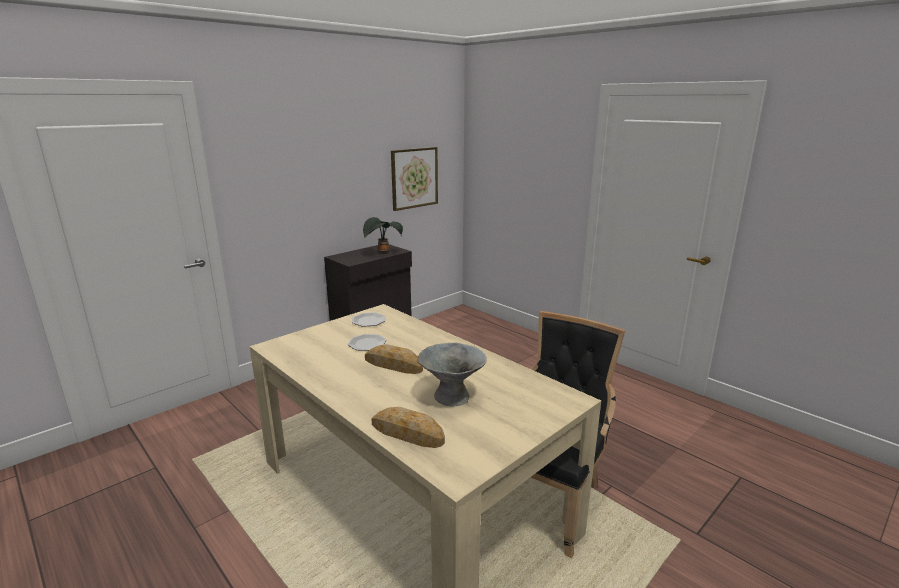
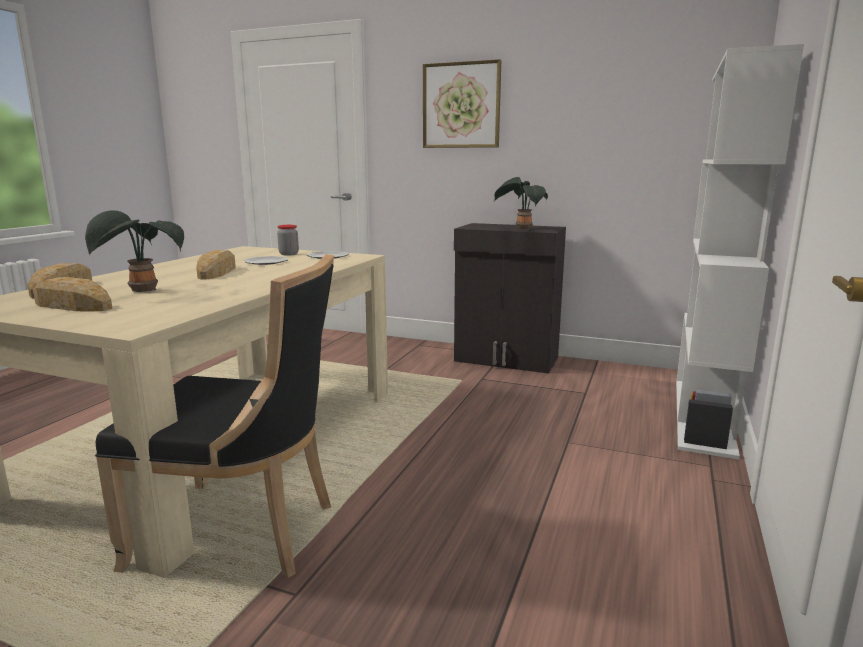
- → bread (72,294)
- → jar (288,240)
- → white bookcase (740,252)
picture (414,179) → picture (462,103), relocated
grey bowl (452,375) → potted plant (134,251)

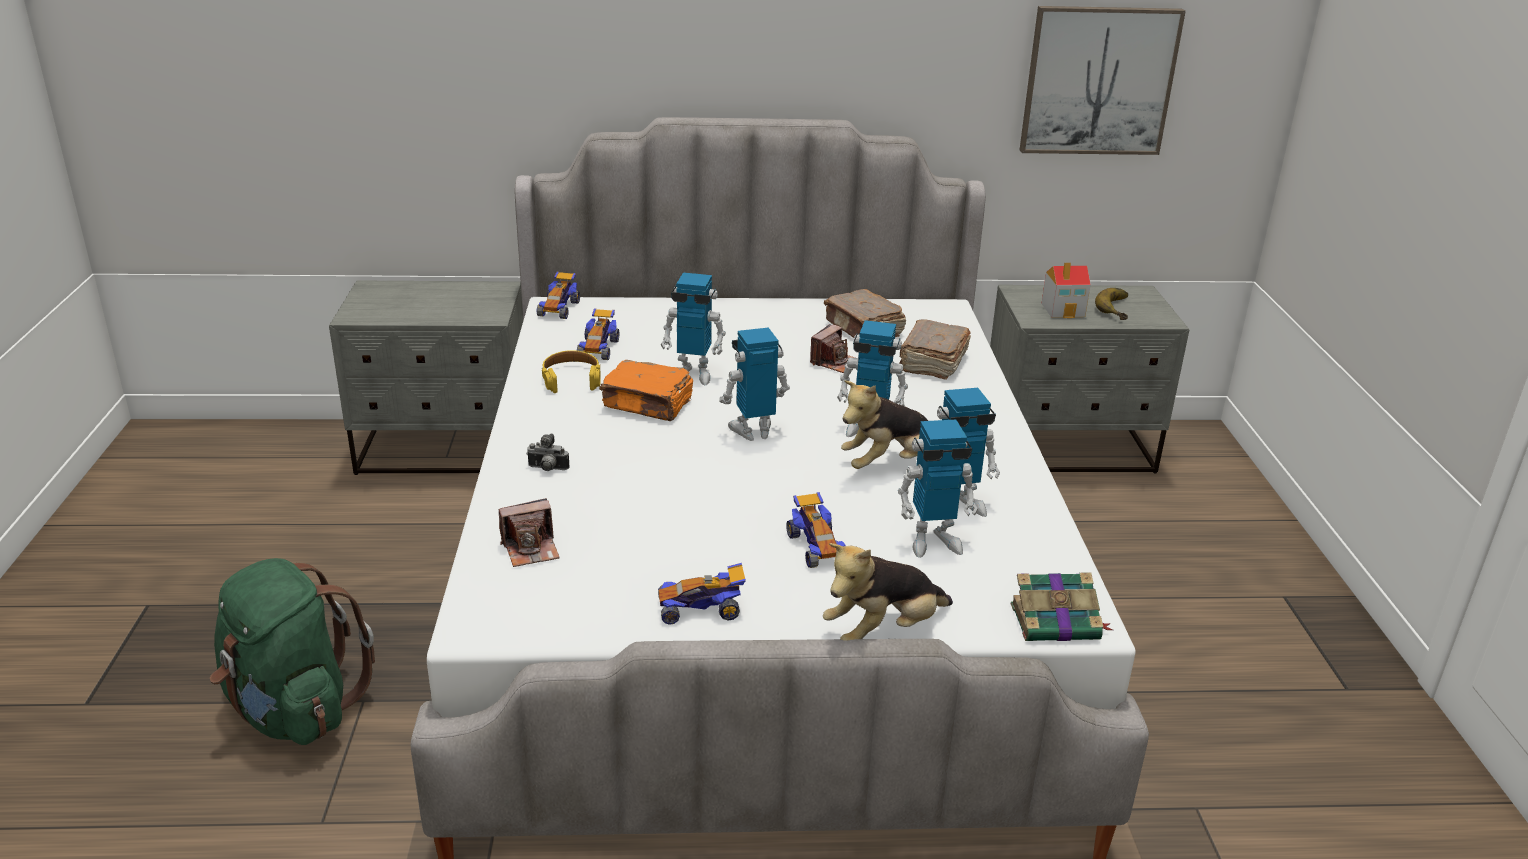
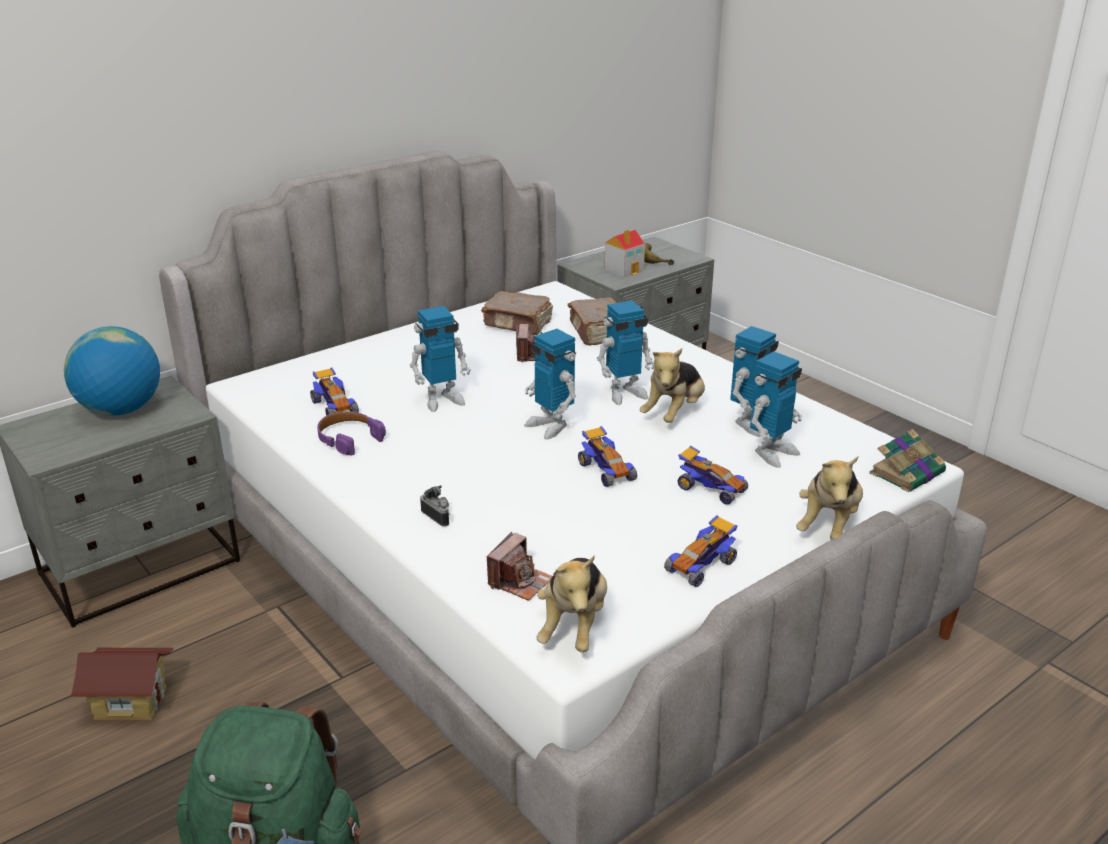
orange book (646,390) → -
picture (1103,80) → -
- → globe (112,371)
- → toy house (121,684)
- → plush toy (572,603)
toy car (558,295) → toy car (607,456), relocated
yellow headphones (571,371) → purple headphones (351,433)
photo camera (548,452) → photo camera (434,506), 105 degrees counterclockwise
toy robot (754,384) → toy robot (550,384), 75 degrees counterclockwise

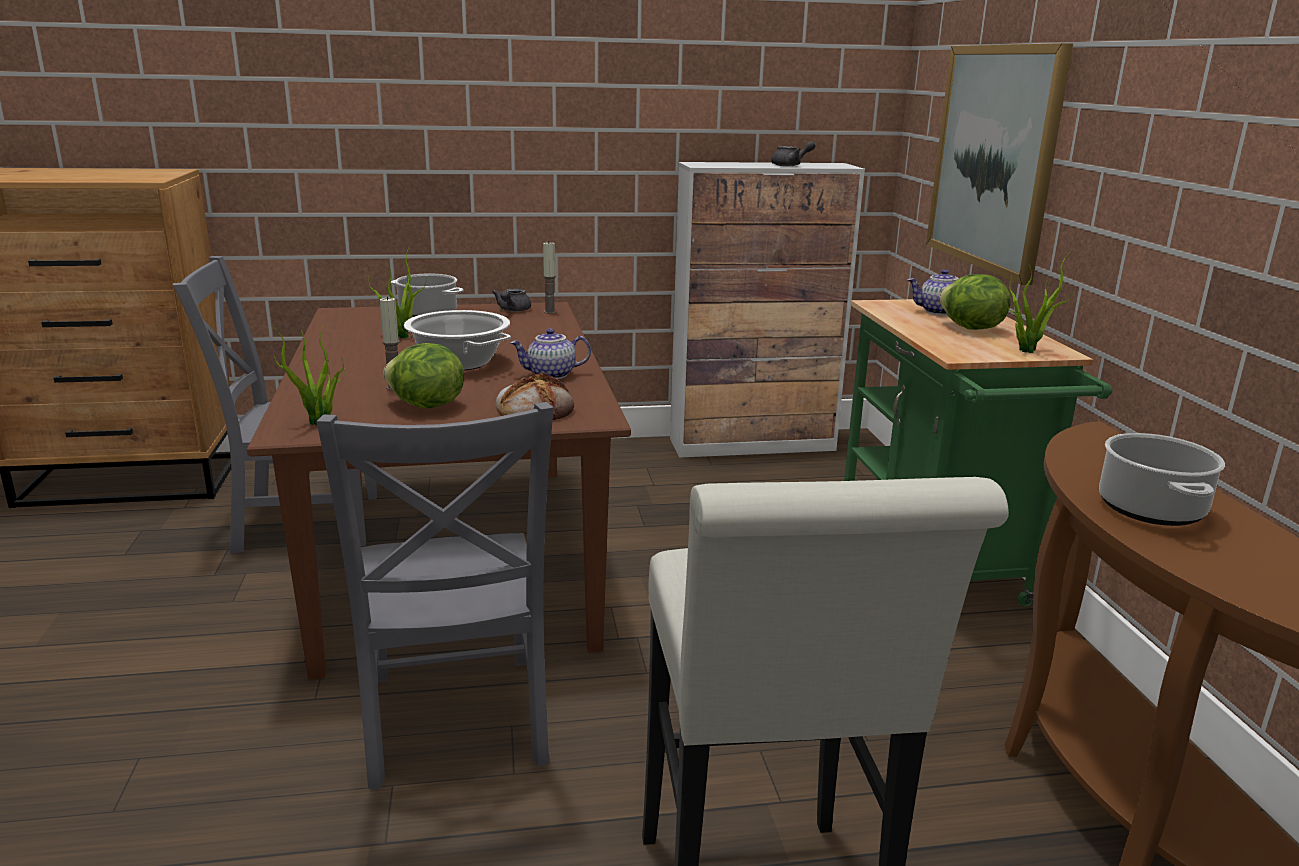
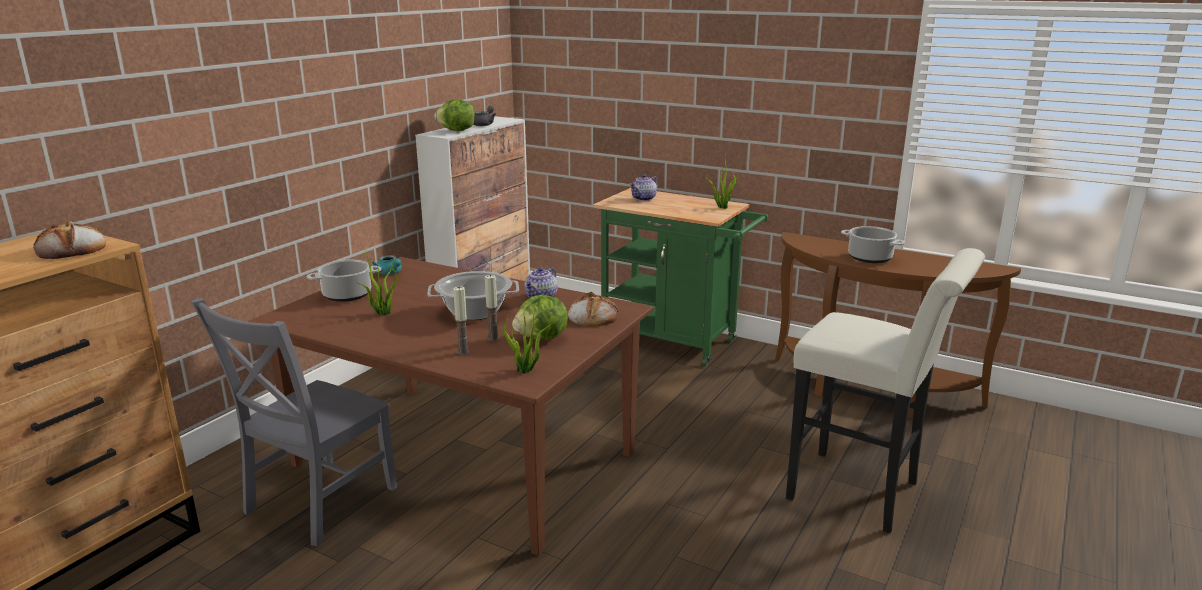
grey chair (435,596) → -
picture (999,164) → -
- → bread (69,240)
candle (549,278) → candle (461,320), relocated
lettuce (975,302) → lettuce (454,115), relocated
grey teapot (511,300) → turquoise teapot (387,264)

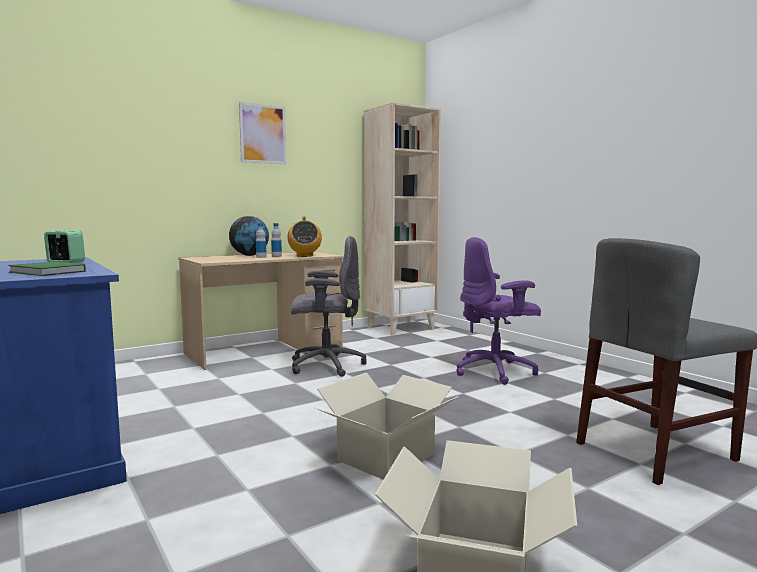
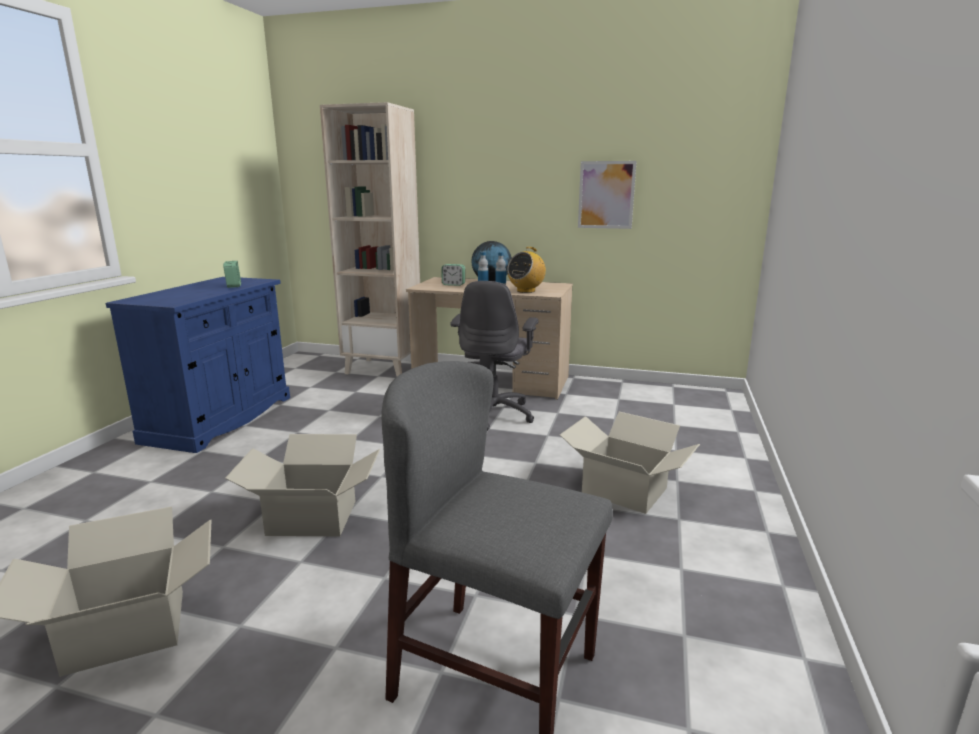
green book (47,269) → -
- → alarm clock (453,275)
picture (262,133) → picture (607,195), relocated
beige bookcase (402,219) → beige bookcase (370,239), relocated
purple office chair (498,311) → cardboard box (630,463)
grey office chair (329,306) → grey office chair (494,356), 60 degrees clockwise

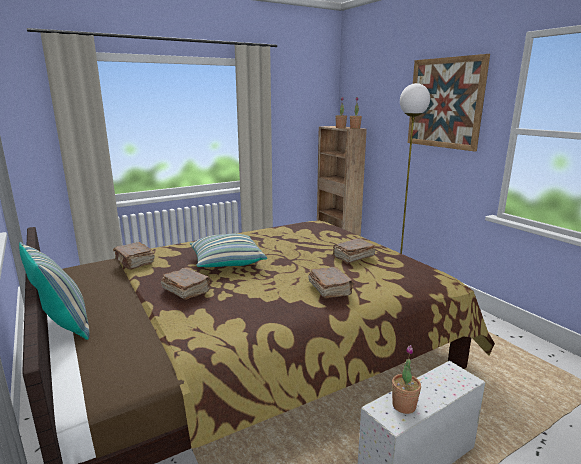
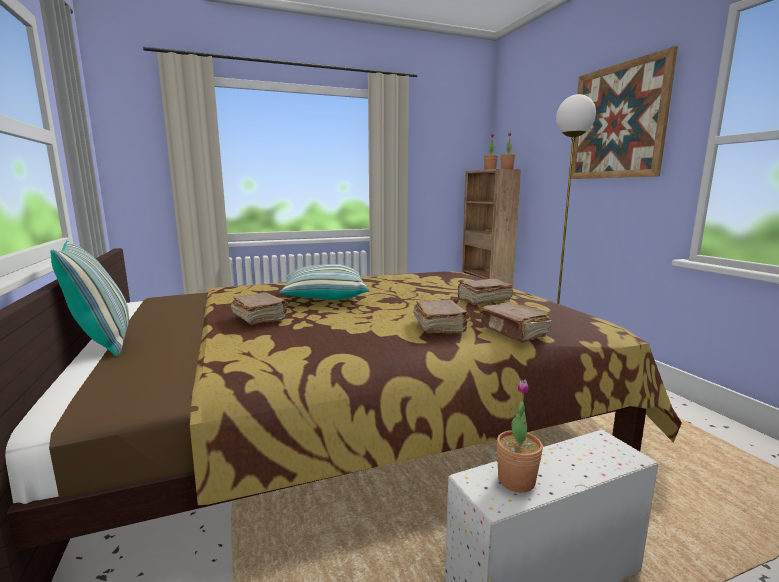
brown book (134,256) → brown book (515,322), relocated

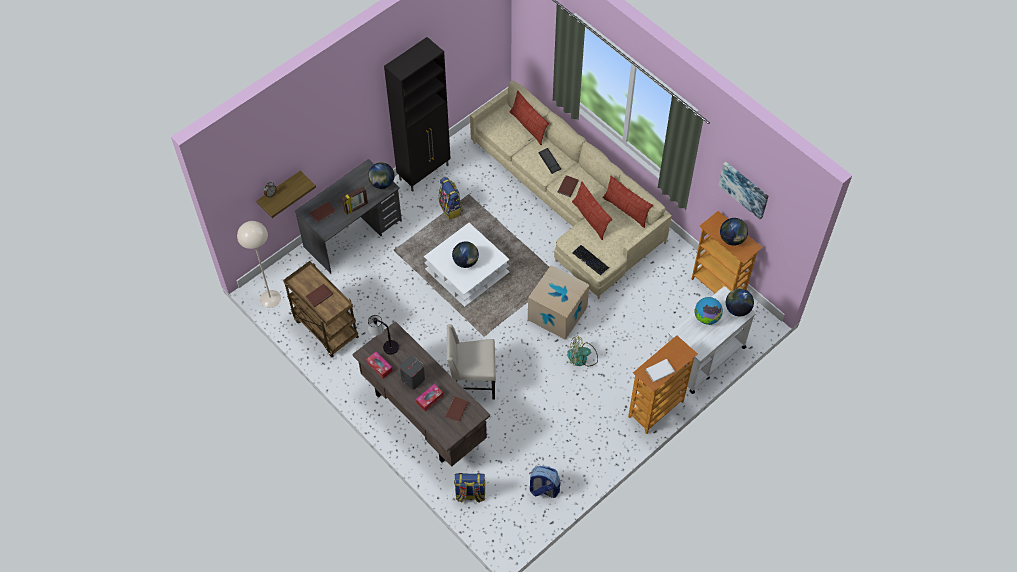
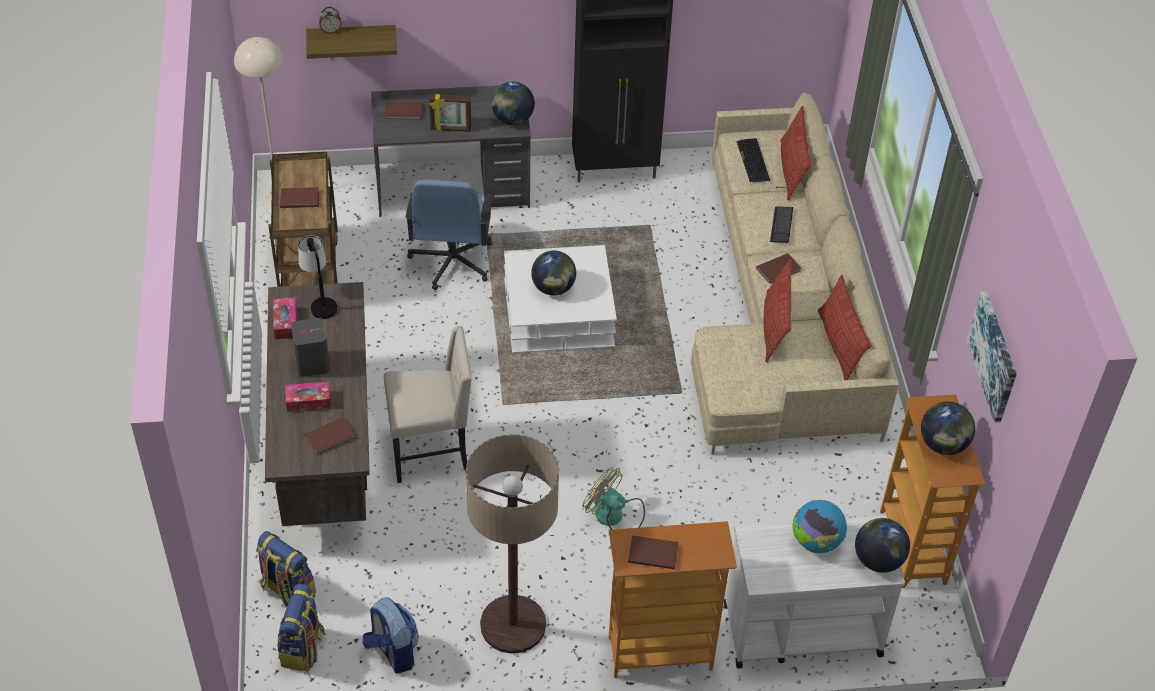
cardboard box (558,302) → -
- → blue office chair (449,234)
- → floor lamp (512,544)
backpack (451,198) → backpack (302,627), relocated
keyboard (591,260) → keyboard (753,160), relocated
white book (660,370) → brown book (653,552)
beige chair (471,361) → beige chair (428,404), 135 degrees clockwise

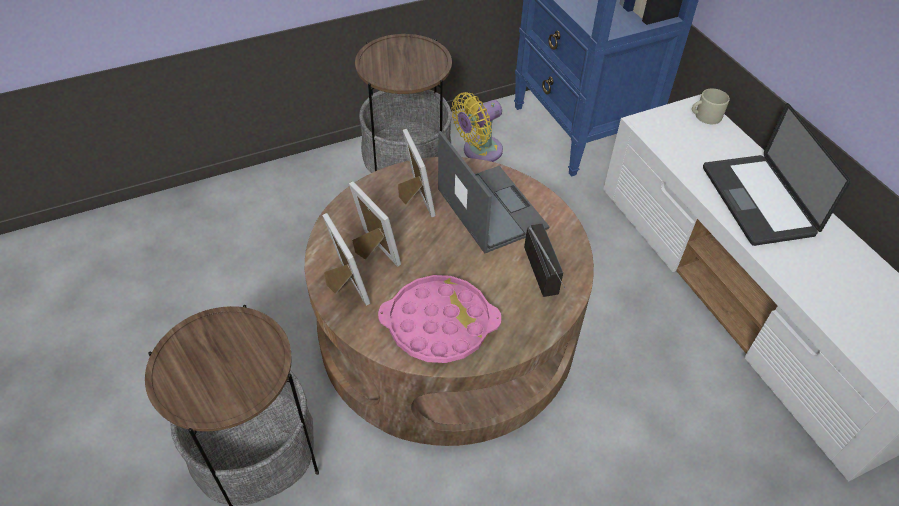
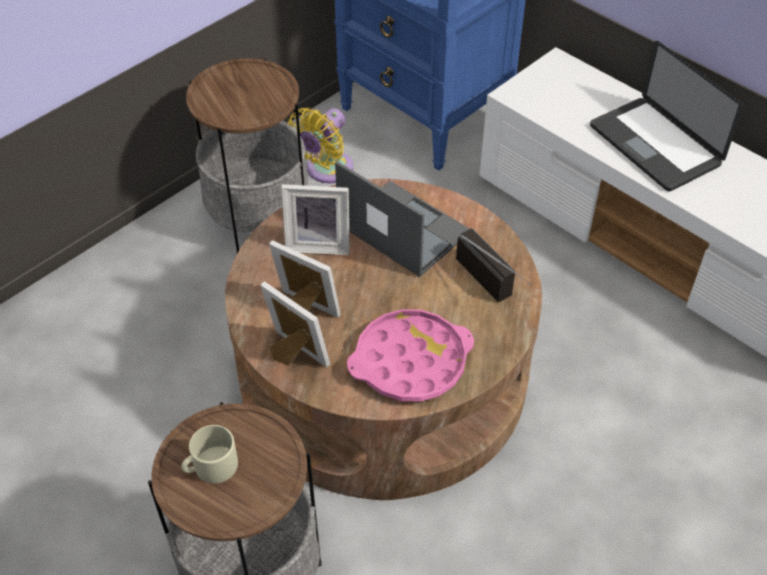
beige mug (711,106) → beige mug (209,454), relocated
picture frame (417,173) → picture frame (315,219), 135 degrees clockwise

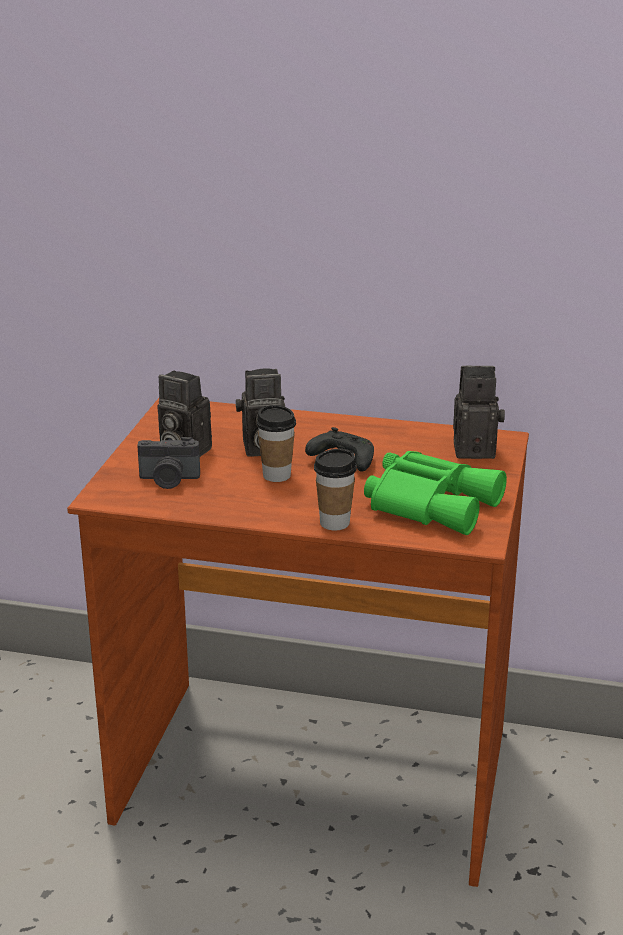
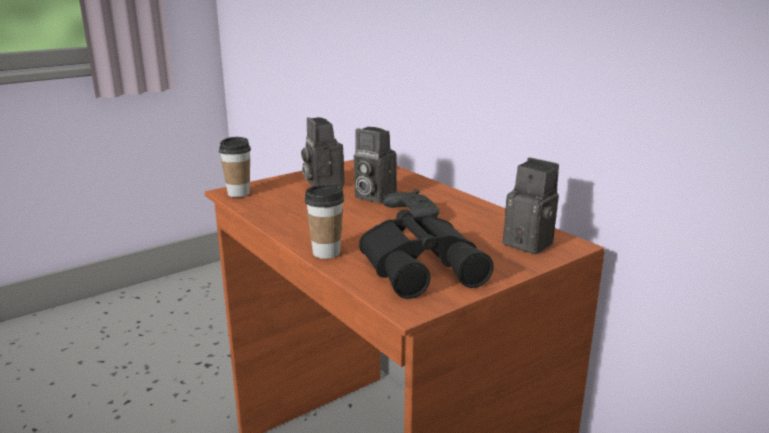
photo camera (168,463) → -
cup (276,443) → cup (235,167), relocated
green binoculars (435,493) → black binoculars (426,254)

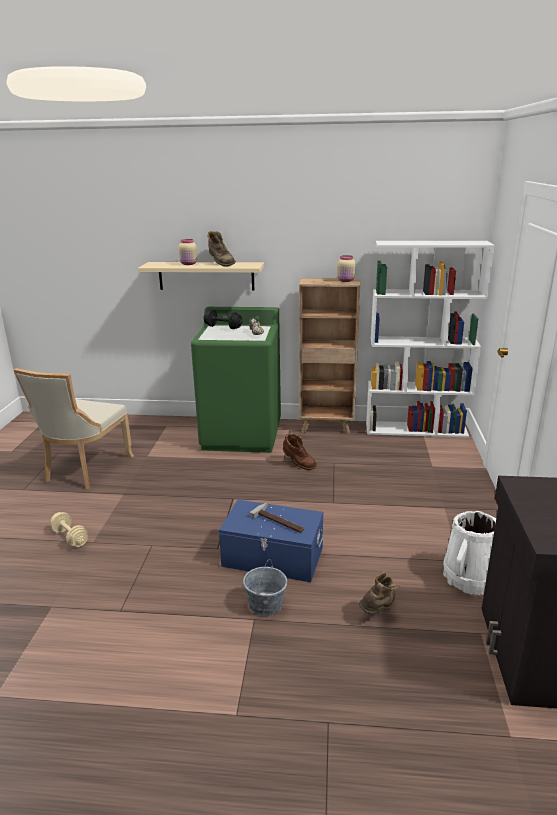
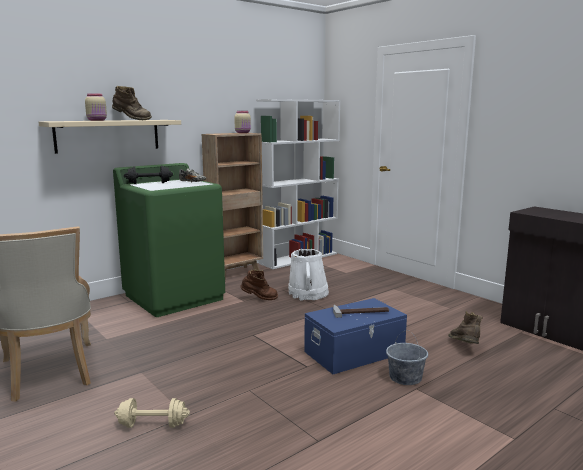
white bucket (469,553) → white bucket (308,274), relocated

